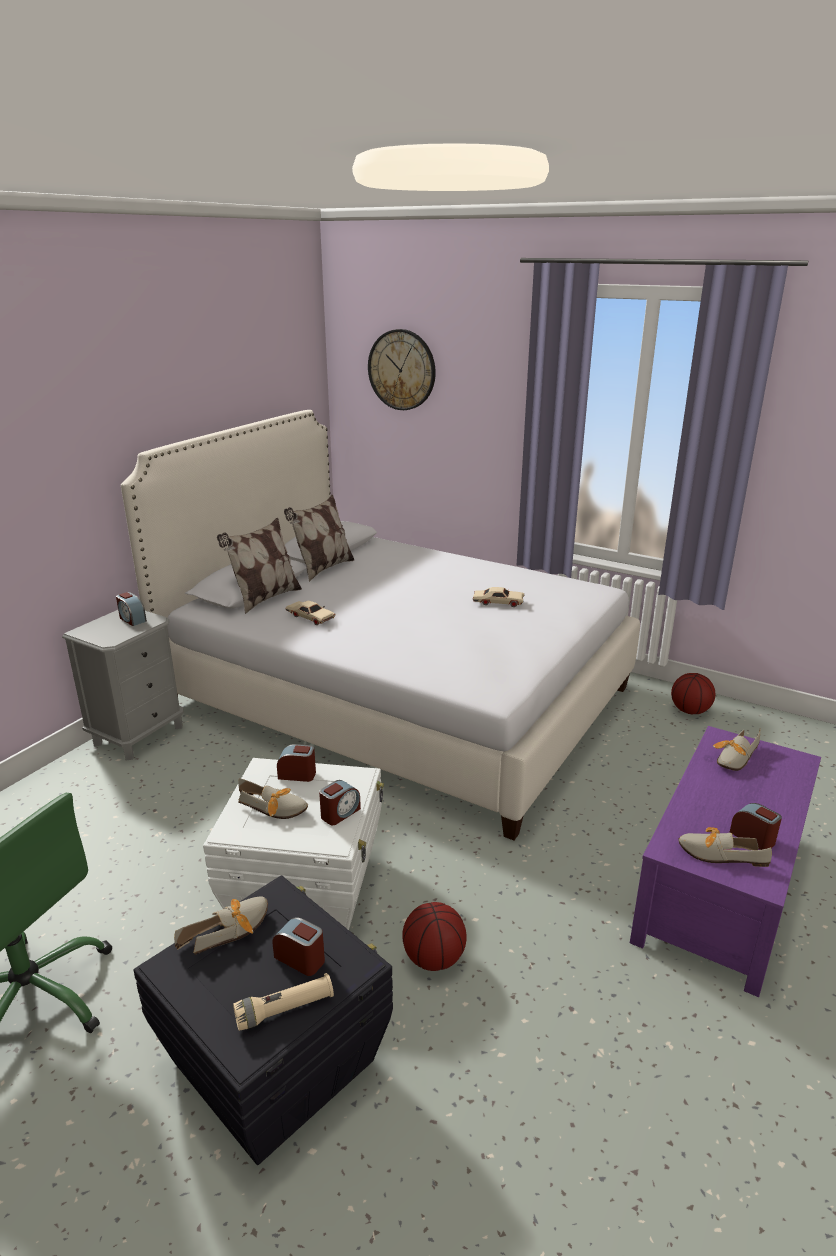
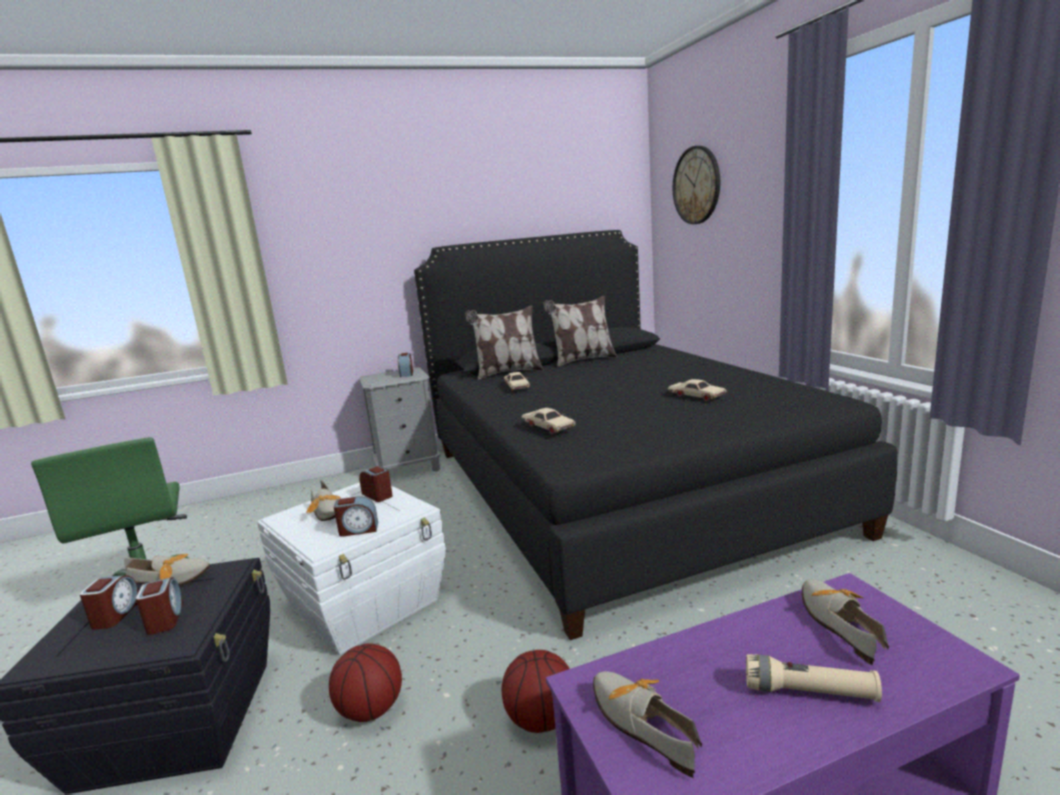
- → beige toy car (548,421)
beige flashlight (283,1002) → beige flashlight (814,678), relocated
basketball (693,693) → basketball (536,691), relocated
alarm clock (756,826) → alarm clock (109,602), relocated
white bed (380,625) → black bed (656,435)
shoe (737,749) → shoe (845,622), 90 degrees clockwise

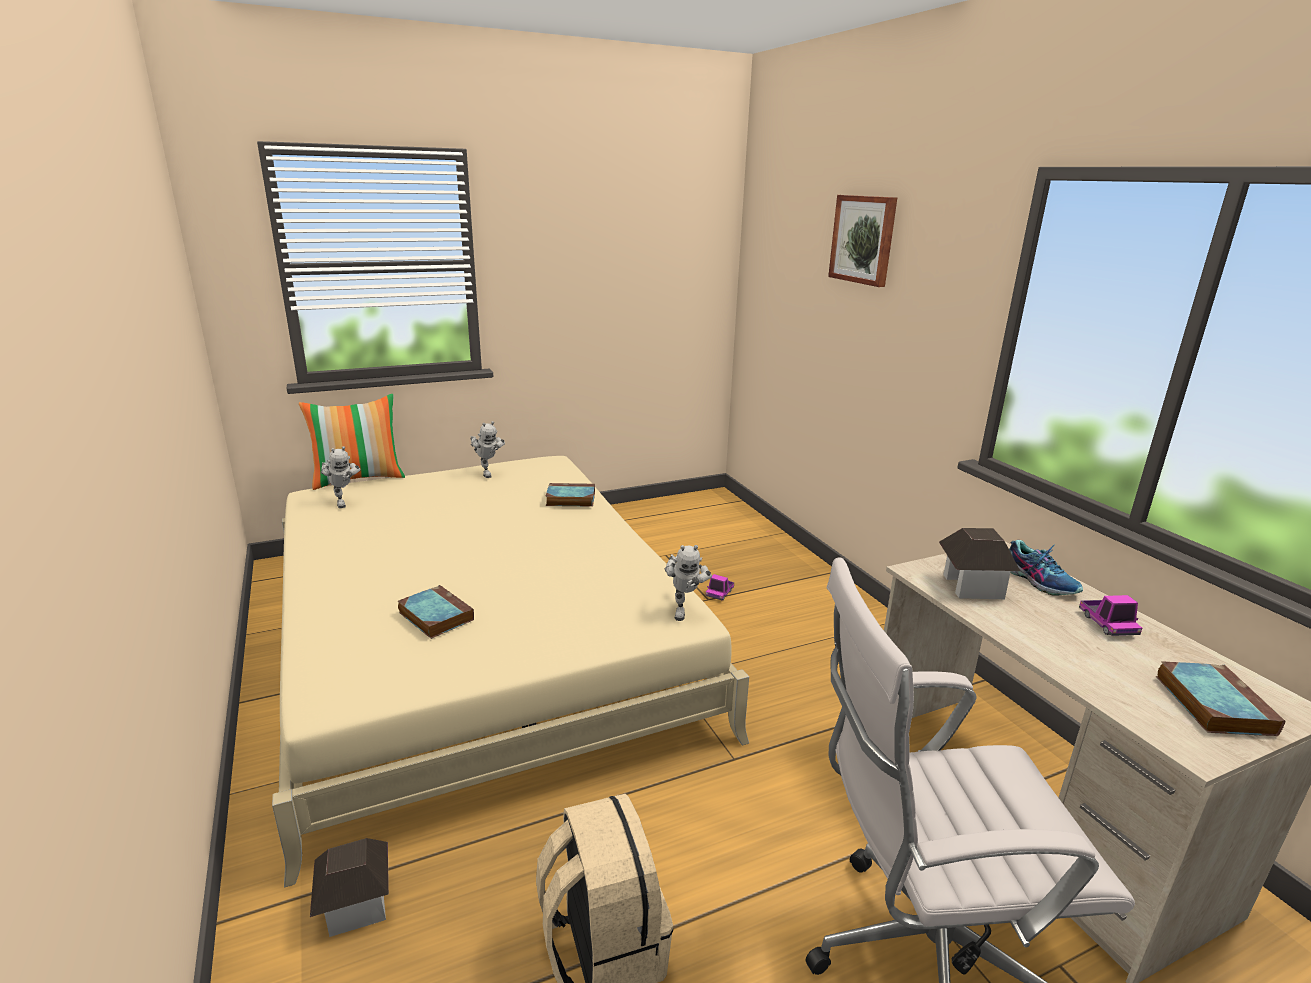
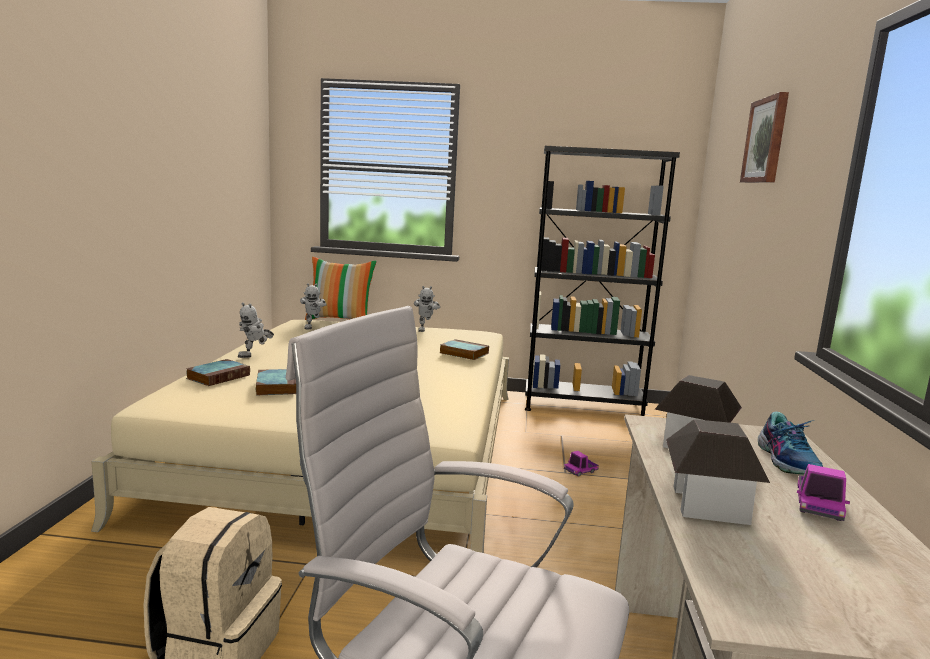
- → black bookcase (602,281)
toy house (349,887) → toy house (718,472), relocated
toy robot (688,583) → toy robot (256,330), relocated
book (1220,698) → book (218,372), relocated

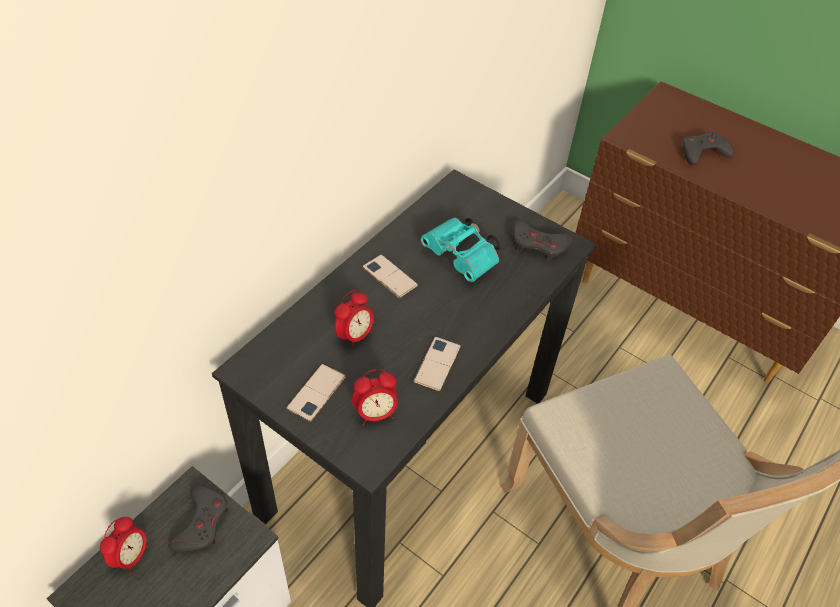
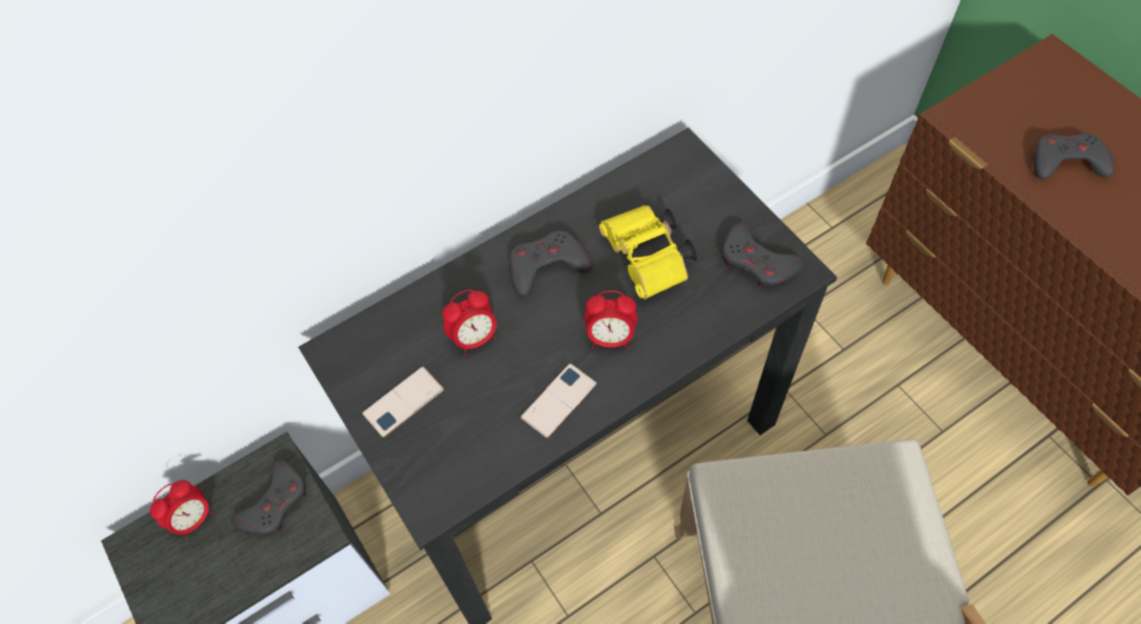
alarm clock (375,397) → alarm clock (610,320), relocated
phone (390,276) → grey game controller (550,263)
turquoise binoculars (460,250) → yellow binoculars (648,252)

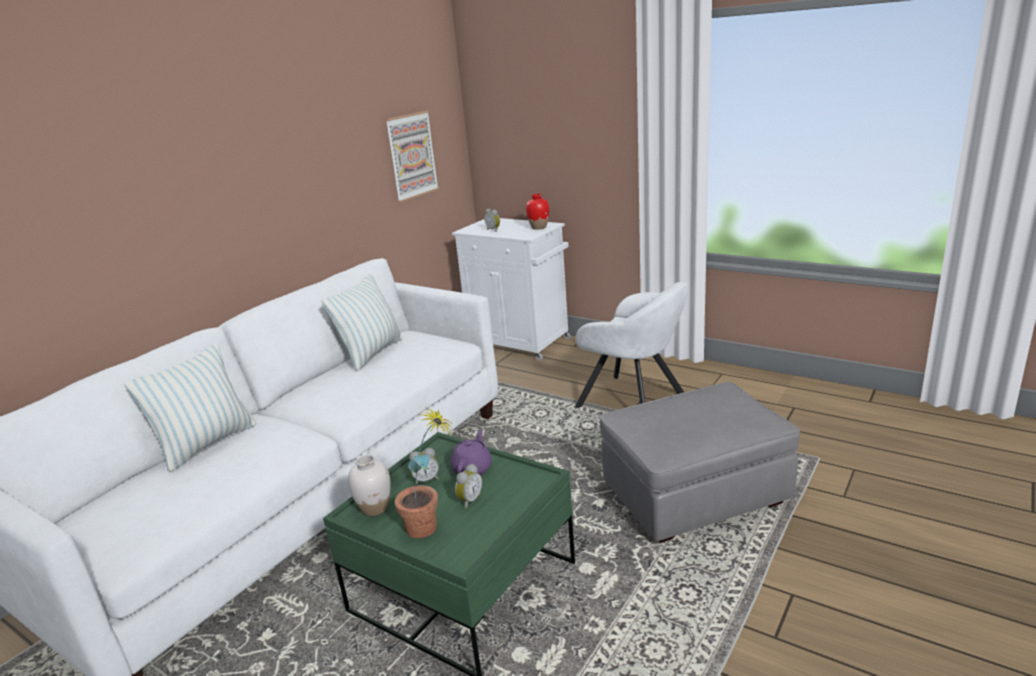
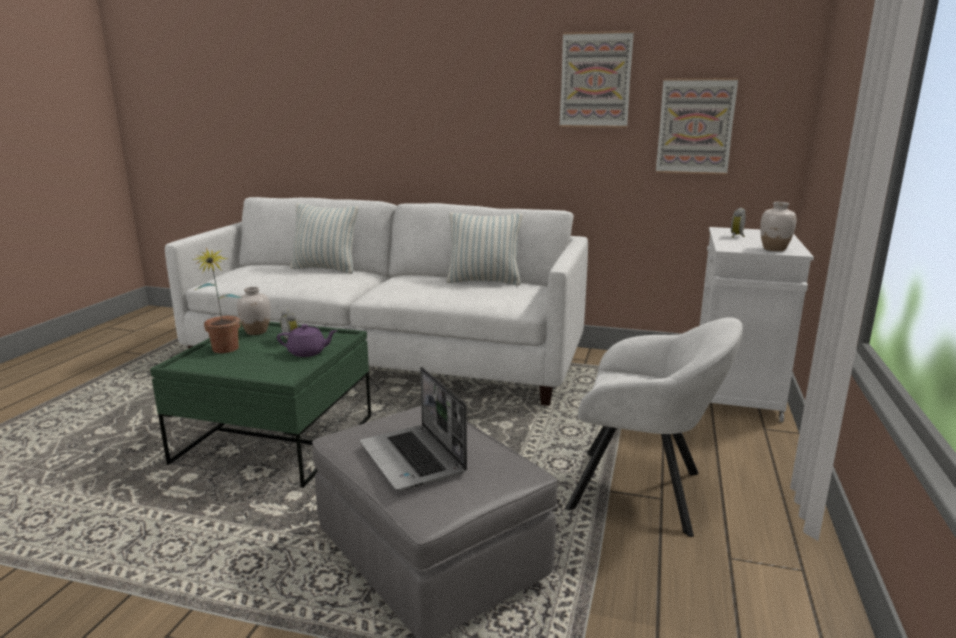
alarm clock (468,486) → -
- → laptop (413,429)
- → picture (596,79)
red vase (537,212) → white vase (778,226)
white armchair (631,344) → white armchair (654,427), 90 degrees counterclockwise

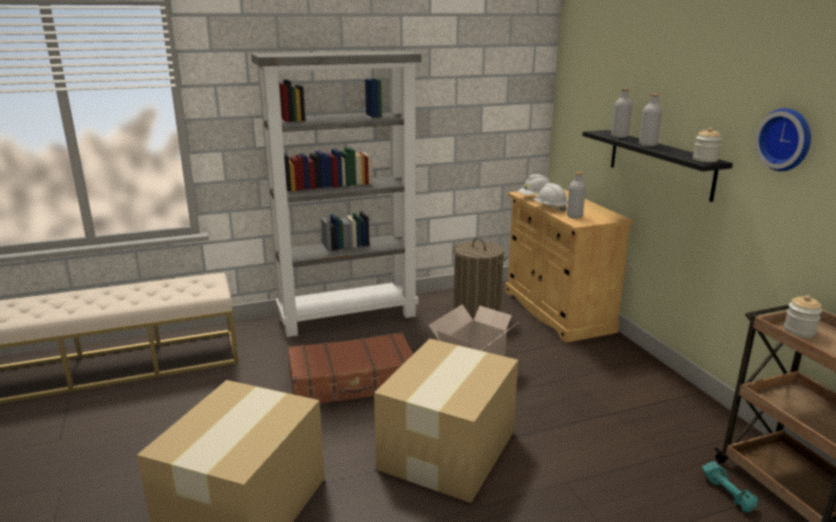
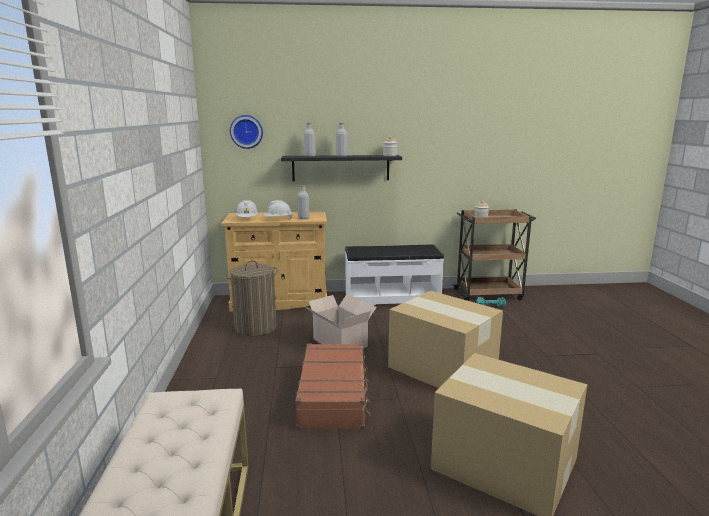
grey bookcase (336,194) → -
- → white bench (394,275)
wall clock (783,139) → wall clock (246,132), relocated

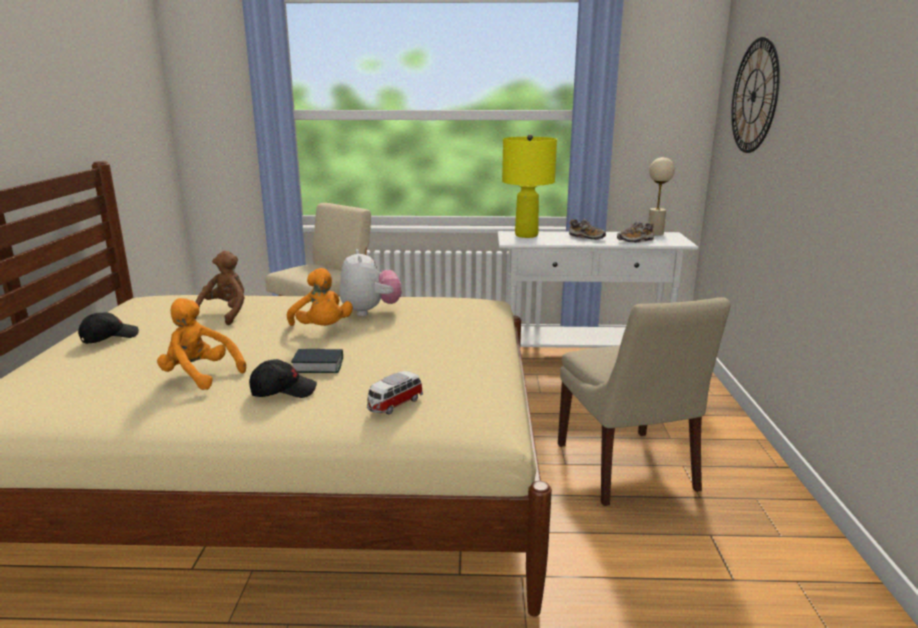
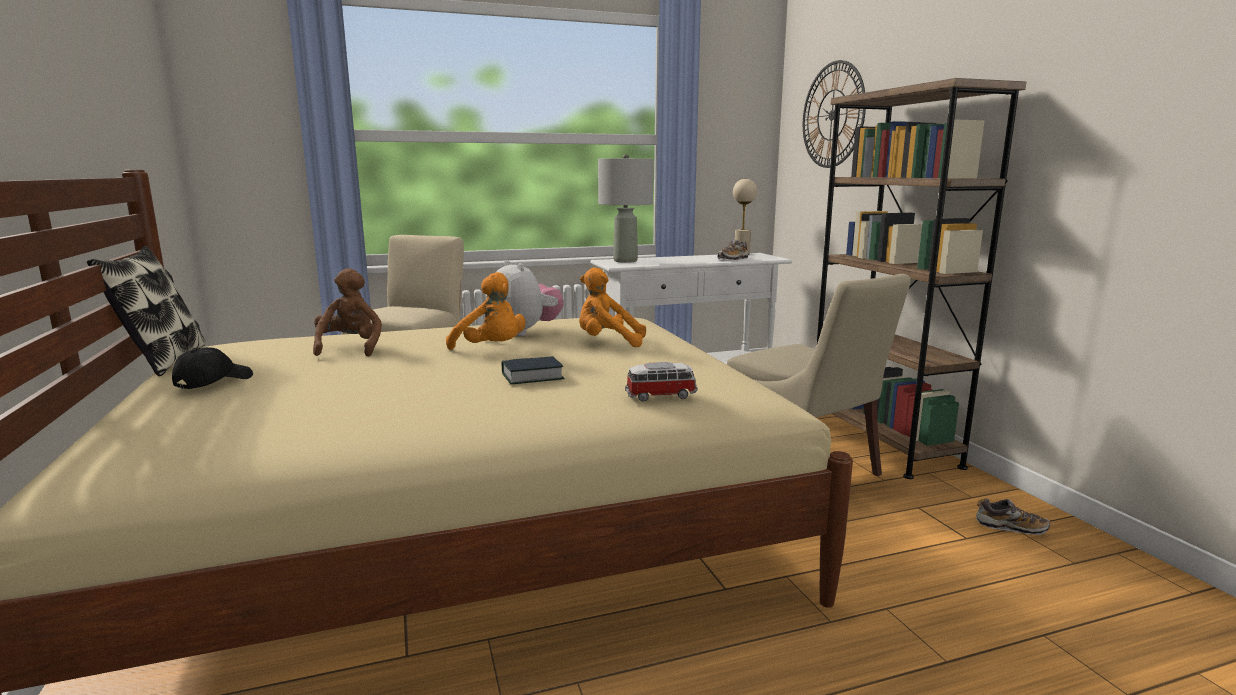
black cap (283,378) → -
- → pillow (146,311)
- → brown bookcase (921,278)
orange plush toy (201,344) → orange plush toy (612,307), relocated
shoe (587,229) → shoe (1013,516), relocated
yellow table lamp (529,186) → grey table lamp (626,208)
toy car (395,392) → toy car (661,382), 120 degrees counterclockwise

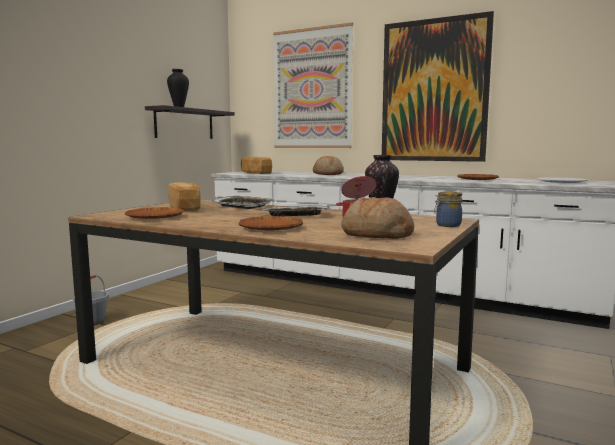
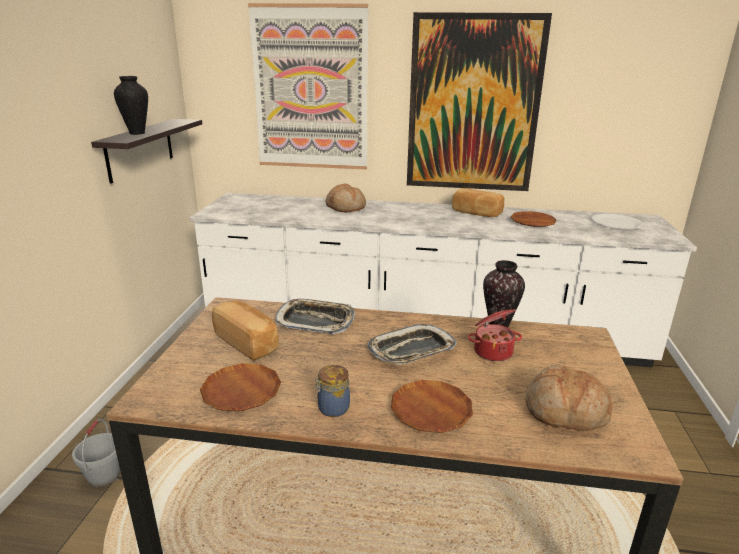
bread (256,165) → bread (478,202), relocated
jar (448,209) → jar (332,391), relocated

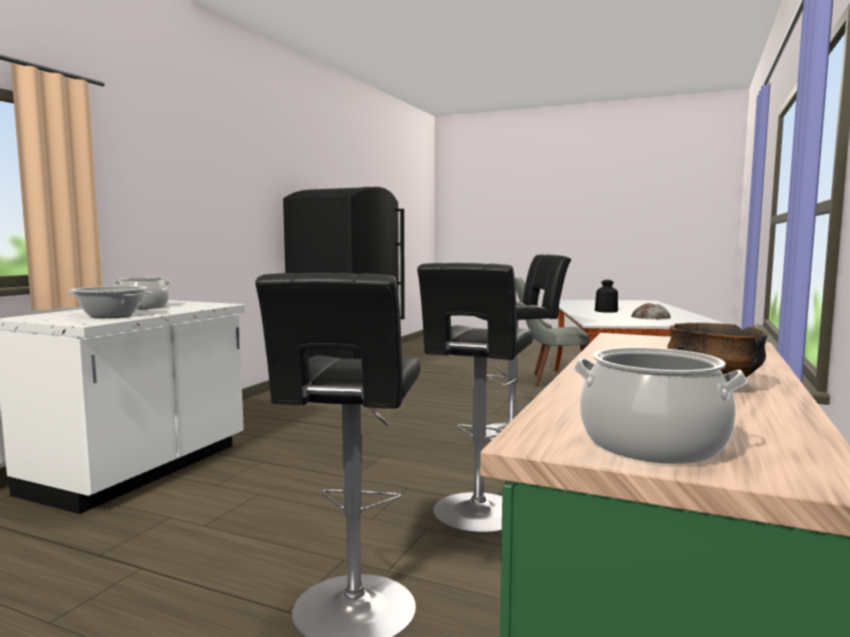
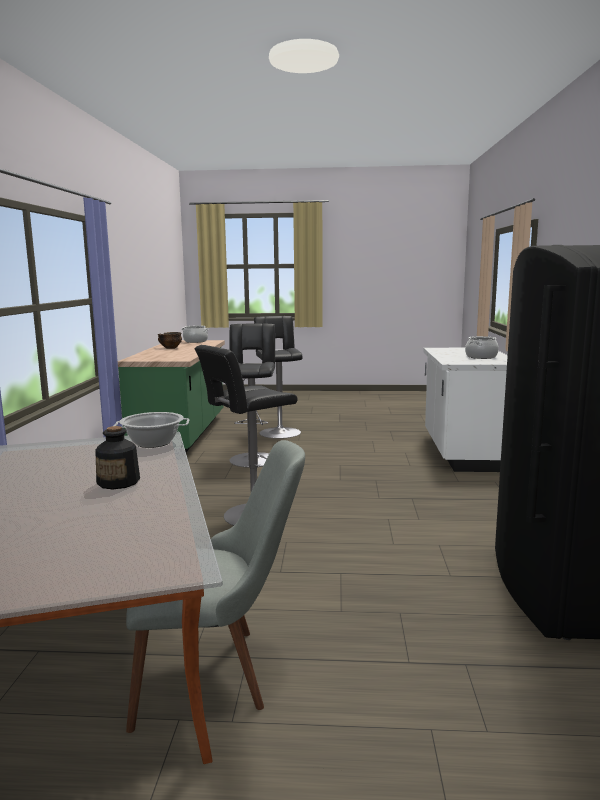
bread (651,311) → -
cooking pot (110,302) → cooking pot (151,430), relocated

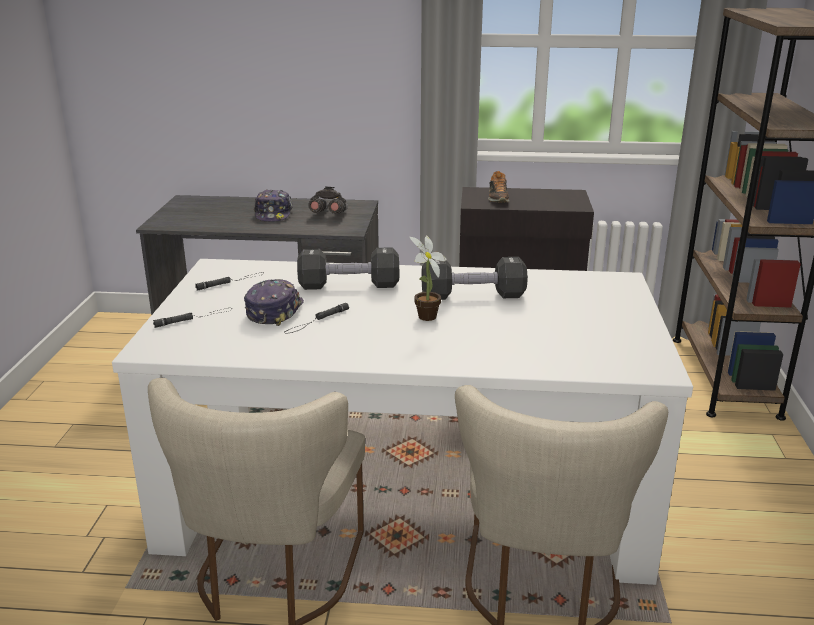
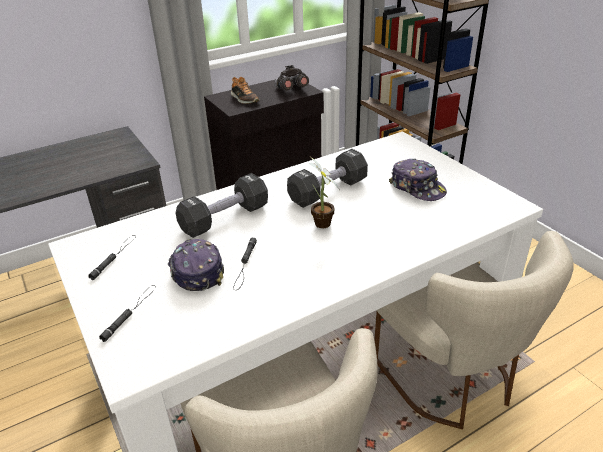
cap (273,206) → cap (418,180), relocated
grey binoculars (328,200) → grey binoculars (291,77), relocated

